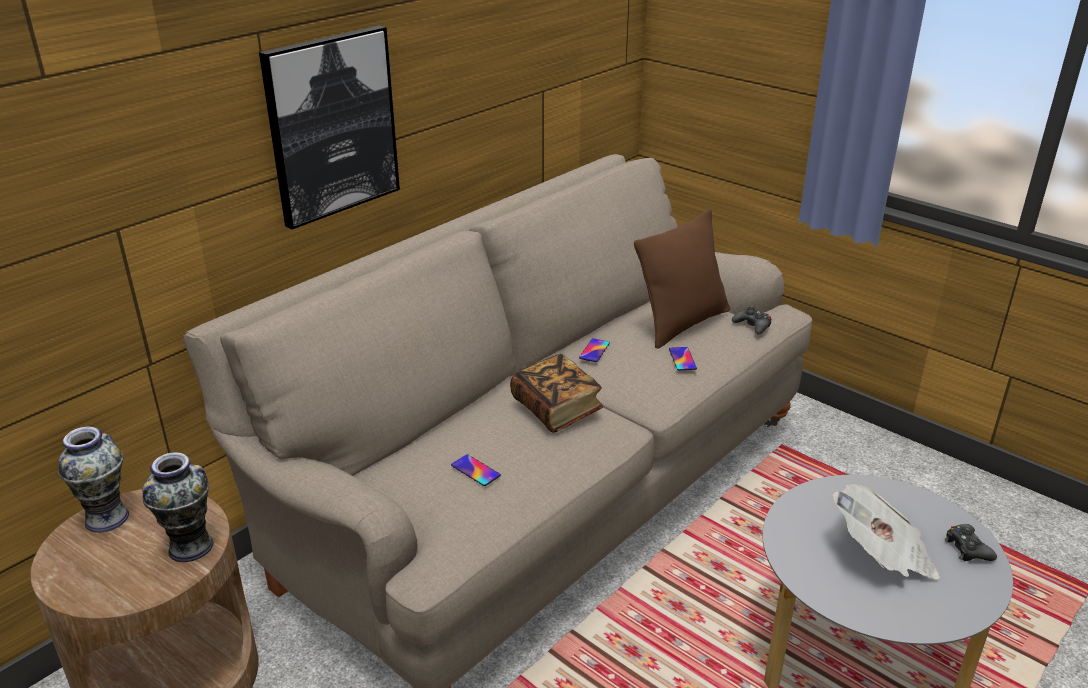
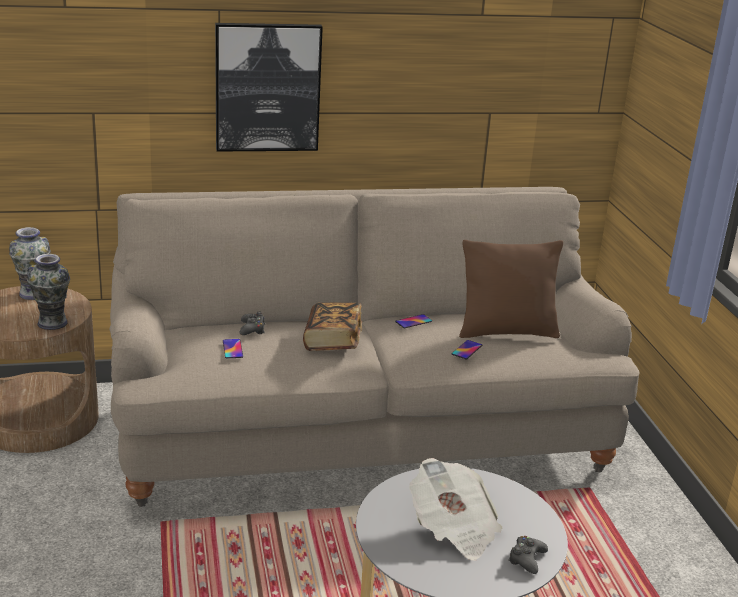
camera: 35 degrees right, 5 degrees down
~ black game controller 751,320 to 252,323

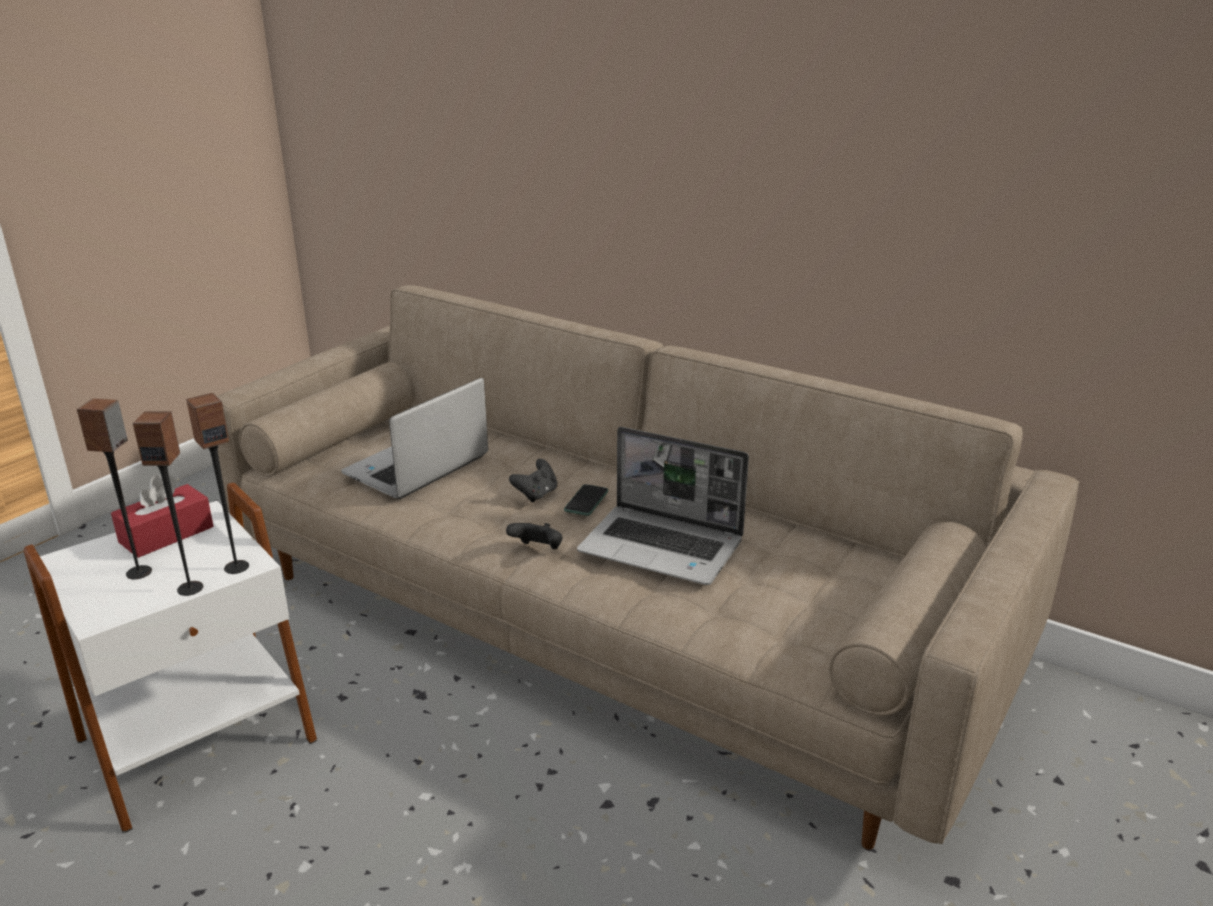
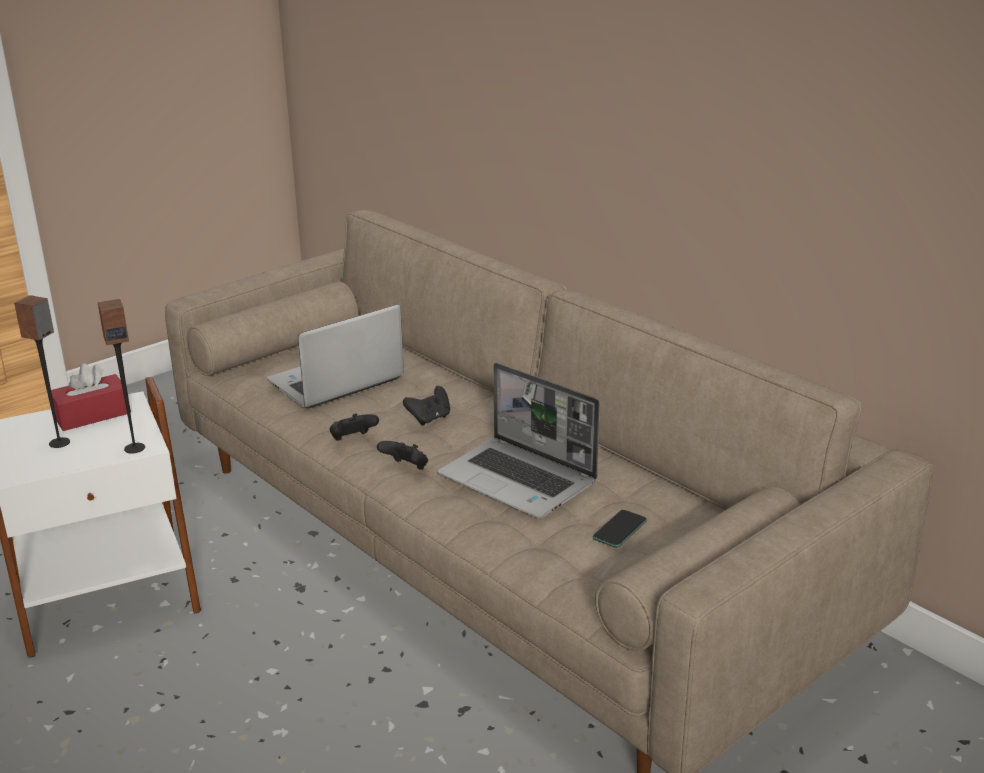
camera: 15 degrees right, 0 degrees up
- speaker 168,503
+ black game controller 354,427
~ phone 586,500 to 620,529

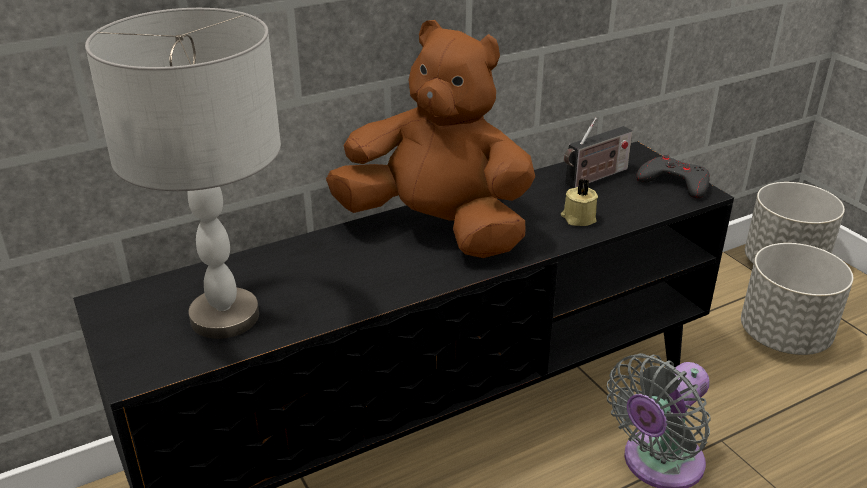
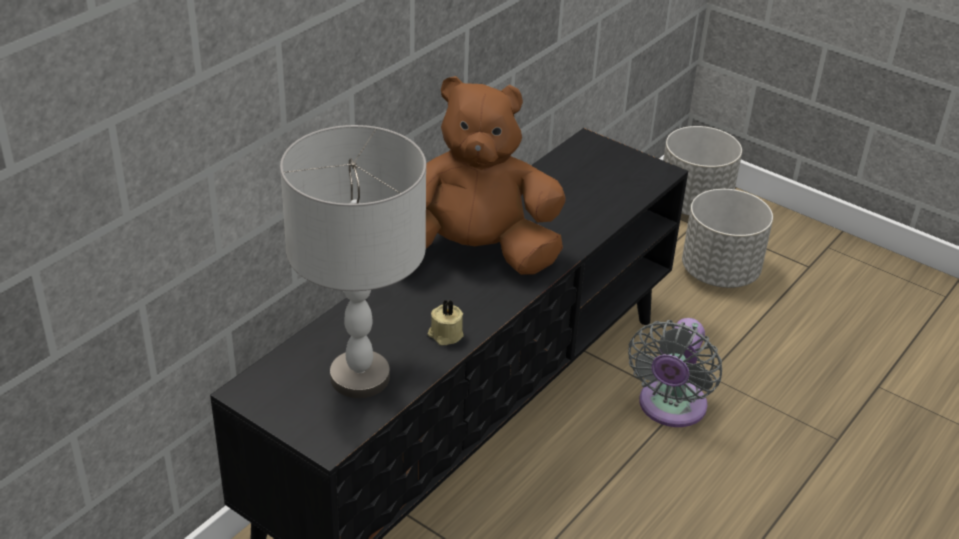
camera: 25 degrees left, 5 degrees up
- radio 598,152
- grey game controller 673,177
~ beige candle 579,202 to 446,322

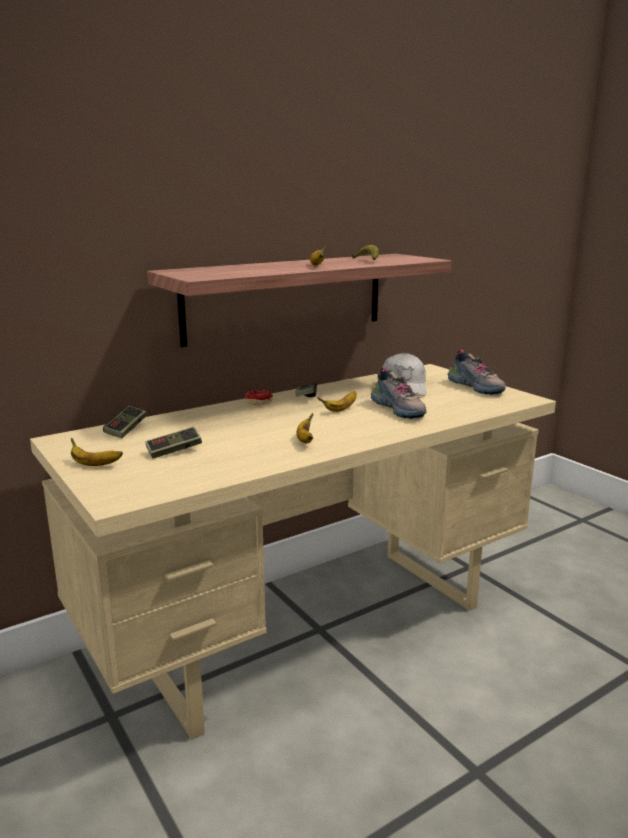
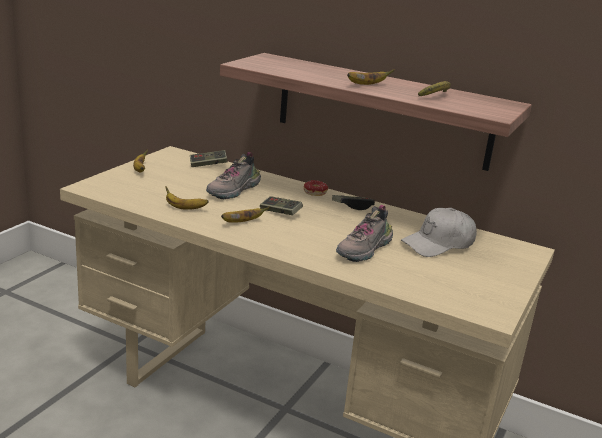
camera: 60 degrees right, 5 degrees up
~ game controller 173,443 to 281,205
~ banana 337,401 to 187,198
~ shoe 477,372 to 233,175

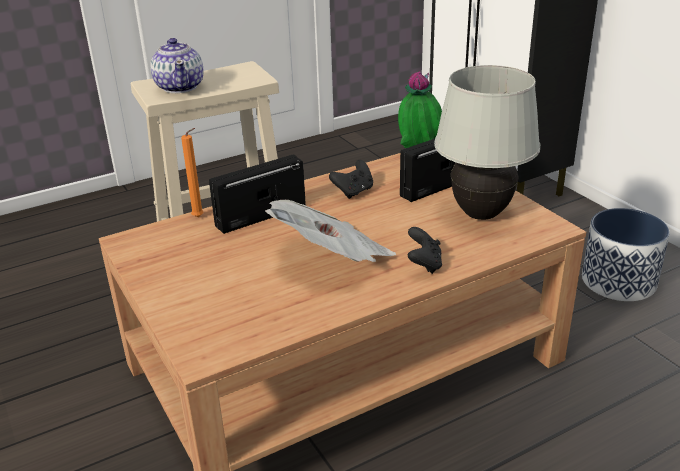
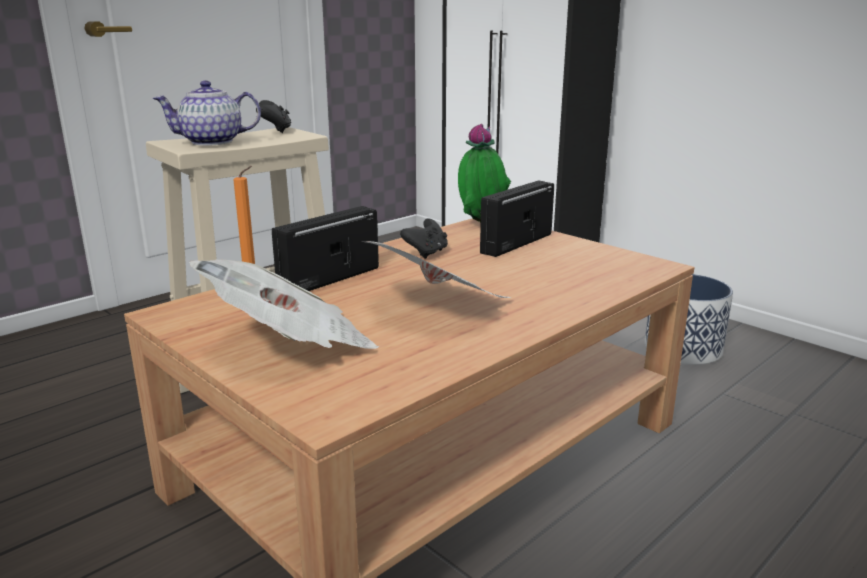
camera: 15 degrees left, 10 degrees down
- white table lamp 487,142
+ newspaper 284,304
~ black game controller 425,250 to 273,116
~ teapot 176,65 = 207,113 105 degrees clockwise

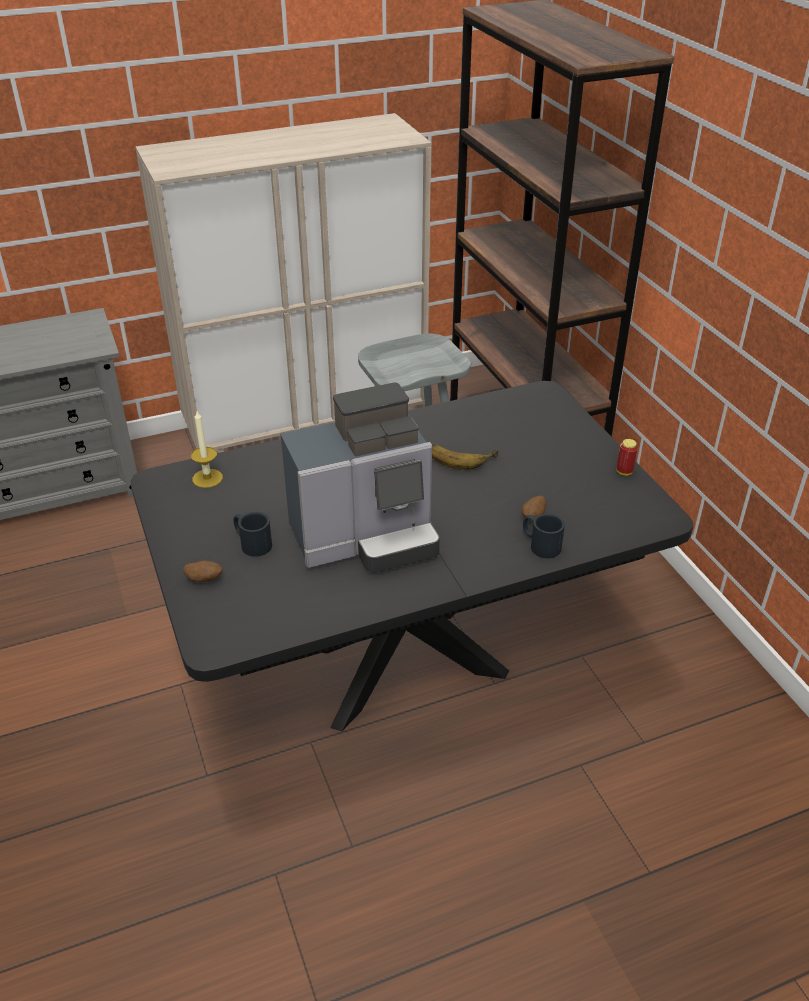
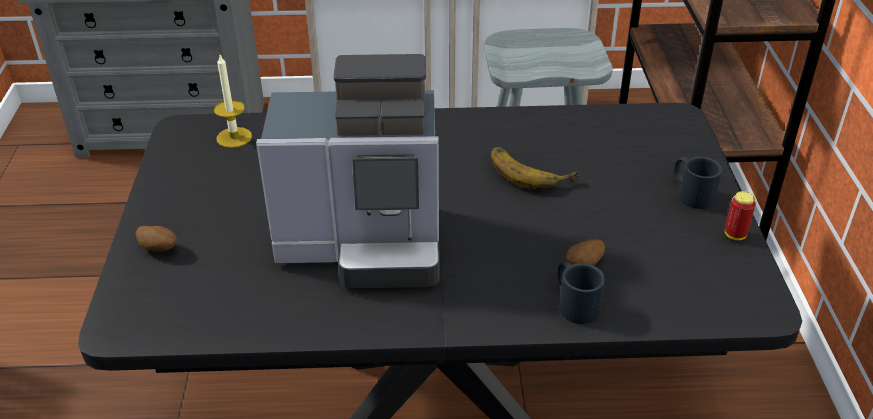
camera: 20 degrees right, 0 degrees up
~ black mug 252,534 to 699,182

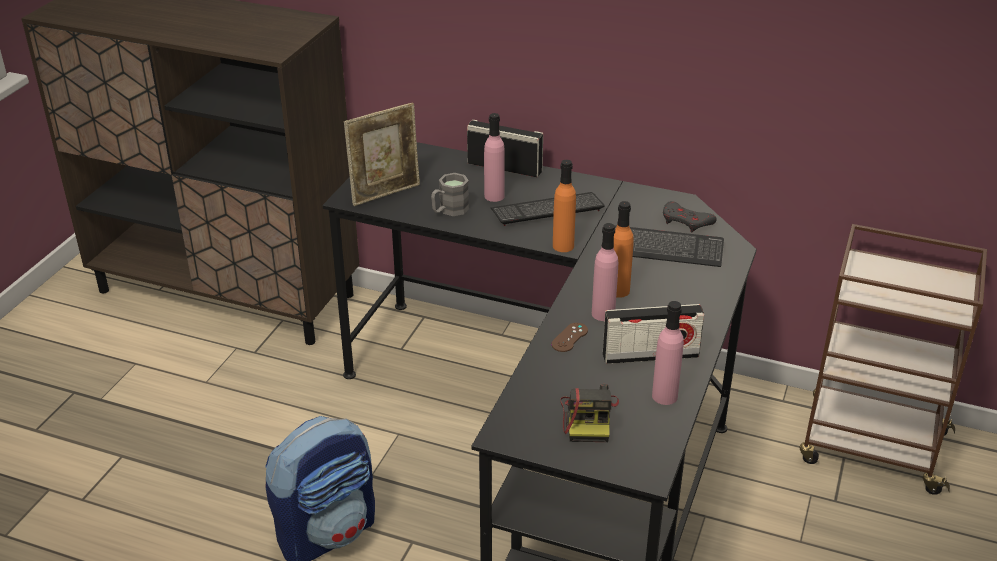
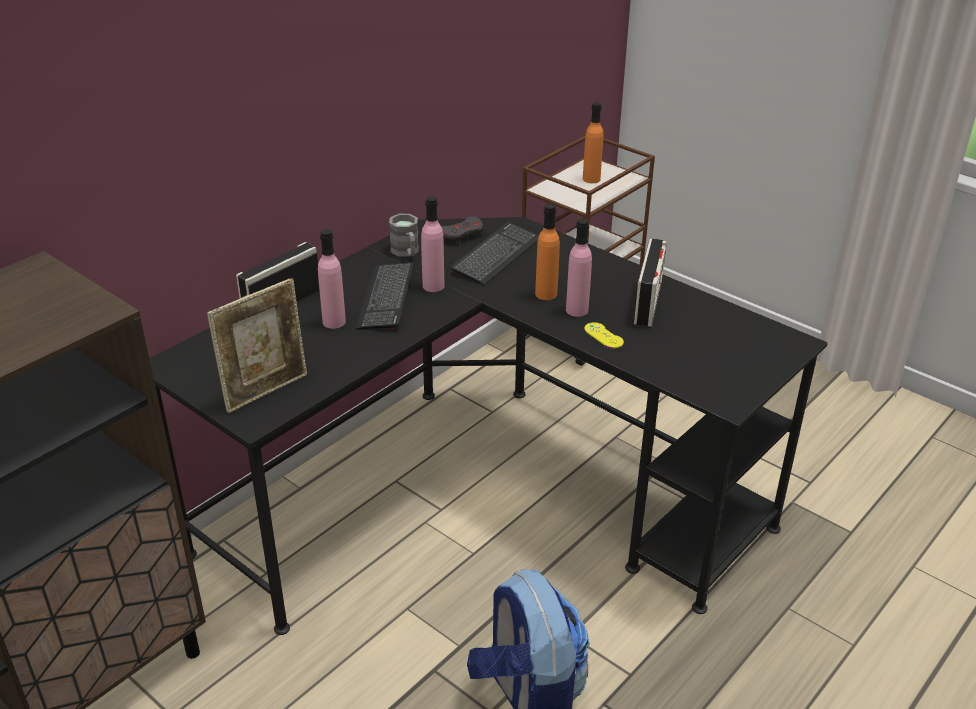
camera: 70 degrees left, 0 degrees up
- photo camera 589,413
~ grey mug 450,194 to 404,235
~ orange bottle 564,206 to 593,142
~ pink bottle 668,353 to 433,244
~ brown game controller 569,337 to yellow game controller 604,335
~ picture frame 382,154 = 257,345 60 degrees clockwise

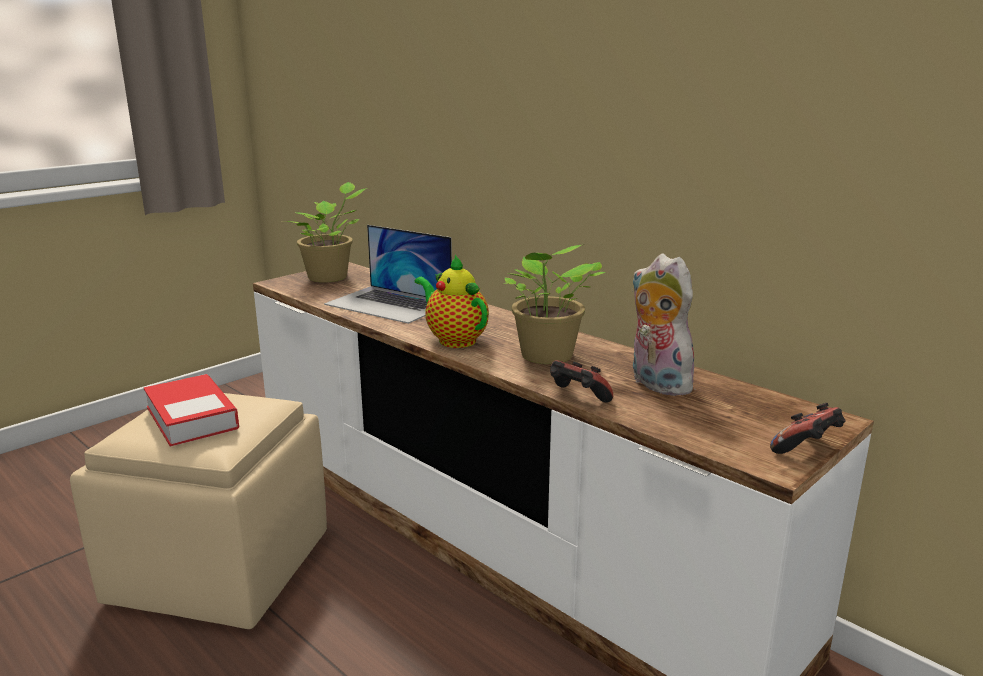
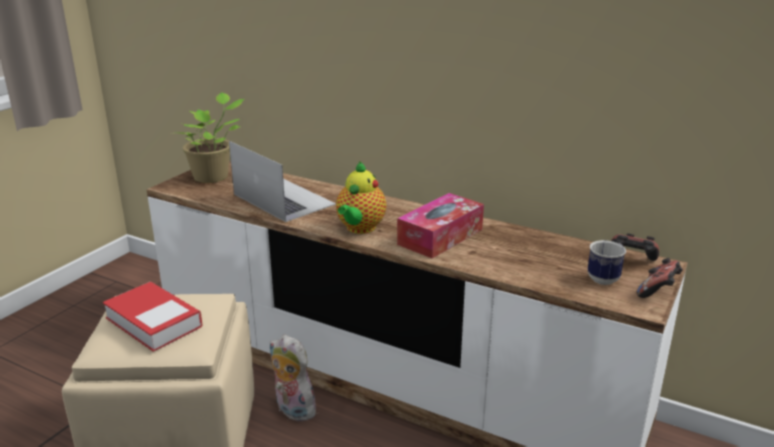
camera: 15 degrees left, 5 degrees up
+ mug 607,262
~ game controller 581,381 to 635,247
~ plush toy 666,325 to 293,378
~ potted plant 554,304 to tissue box 440,226
~ laptop 388,274 = 282,181 150 degrees counterclockwise
~ teapot 451,301 = 361,197 105 degrees counterclockwise

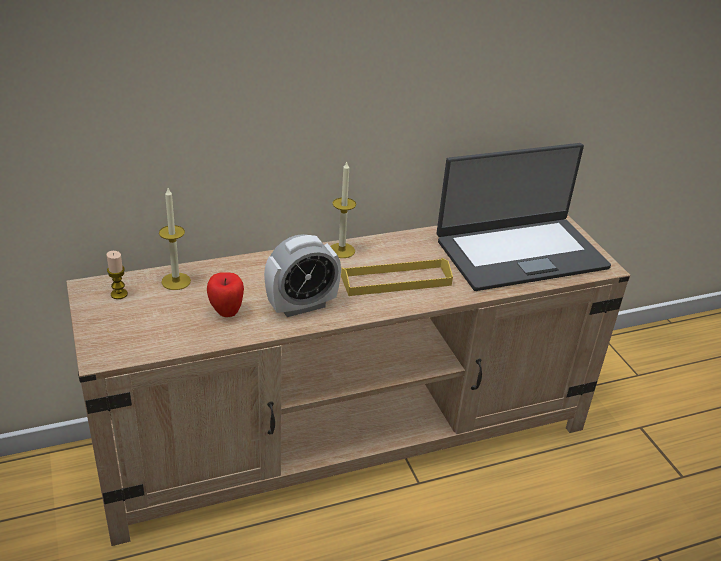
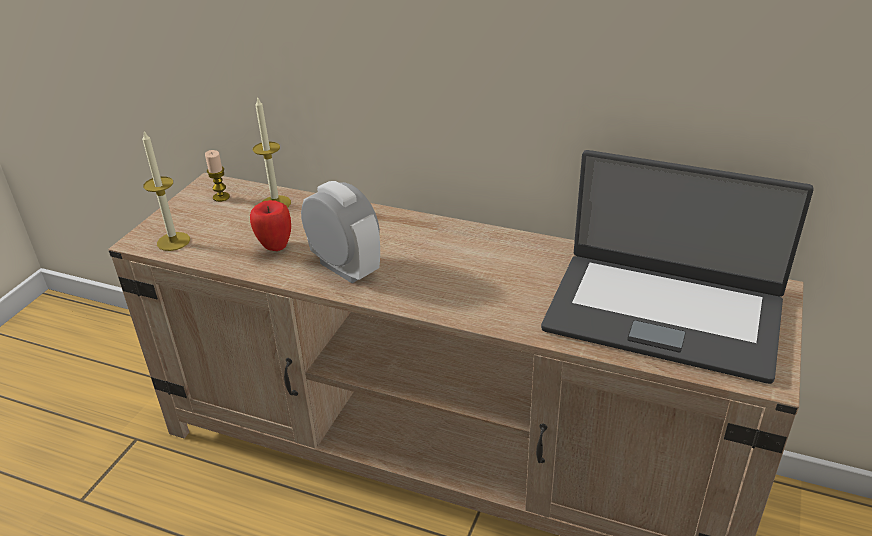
camera: 45 degrees right, 0 degrees up
- yellow tray 397,277
~ candle 343,210 to 166,191
~ alarm clock 302,275 = 340,232 150 degrees counterclockwise

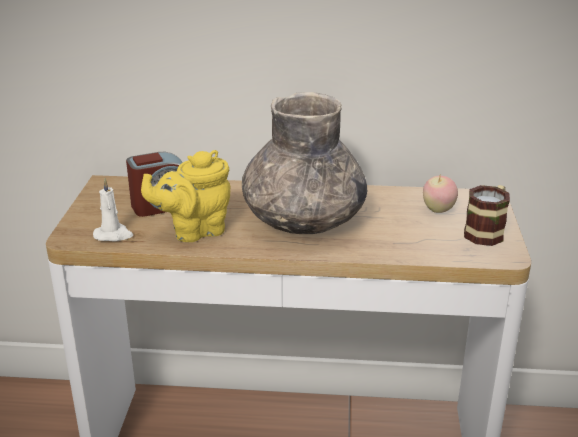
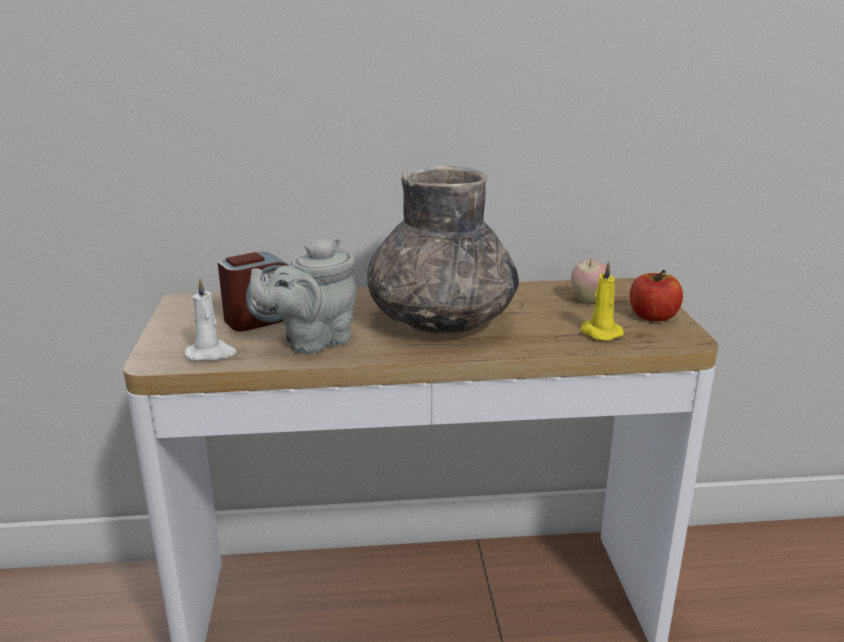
camera: 10 degrees left, 5 degrees down
+ yellow candle 602,301
~ mug 487,215 to apple 656,295
~ yellow teapot 185,196 to grey teapot 302,295

